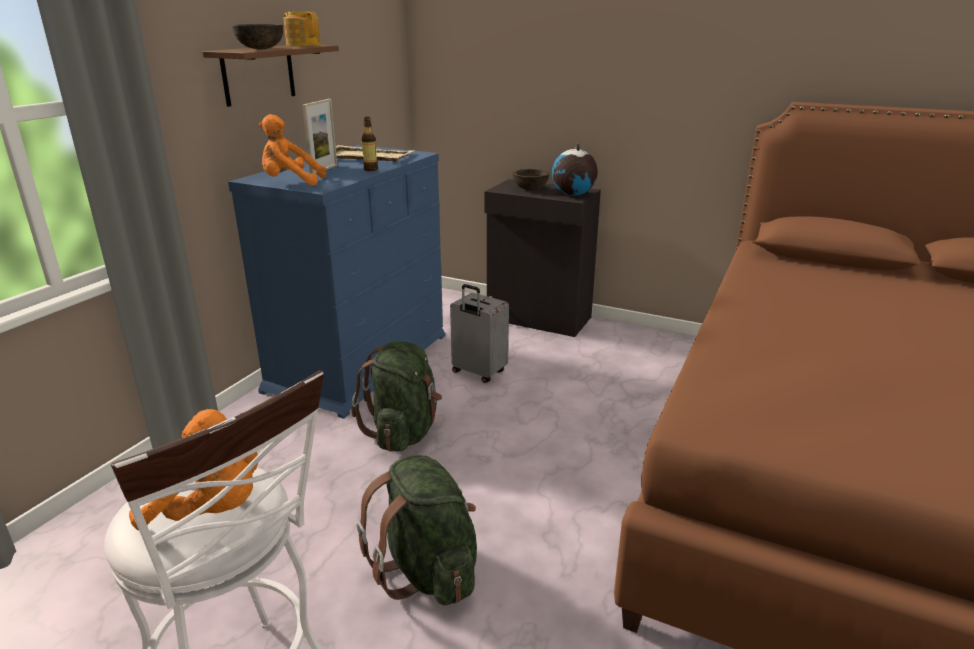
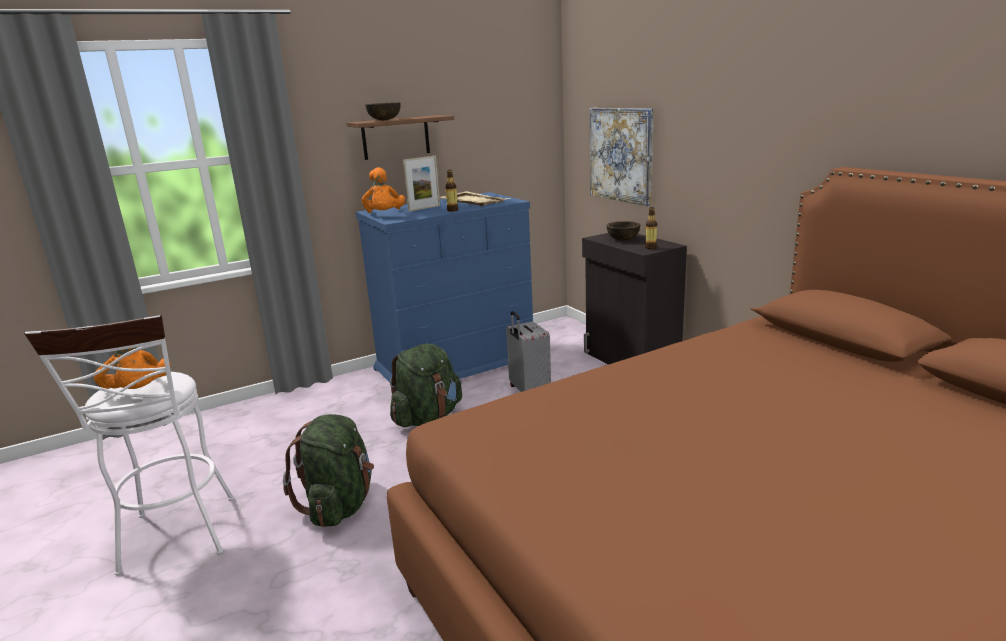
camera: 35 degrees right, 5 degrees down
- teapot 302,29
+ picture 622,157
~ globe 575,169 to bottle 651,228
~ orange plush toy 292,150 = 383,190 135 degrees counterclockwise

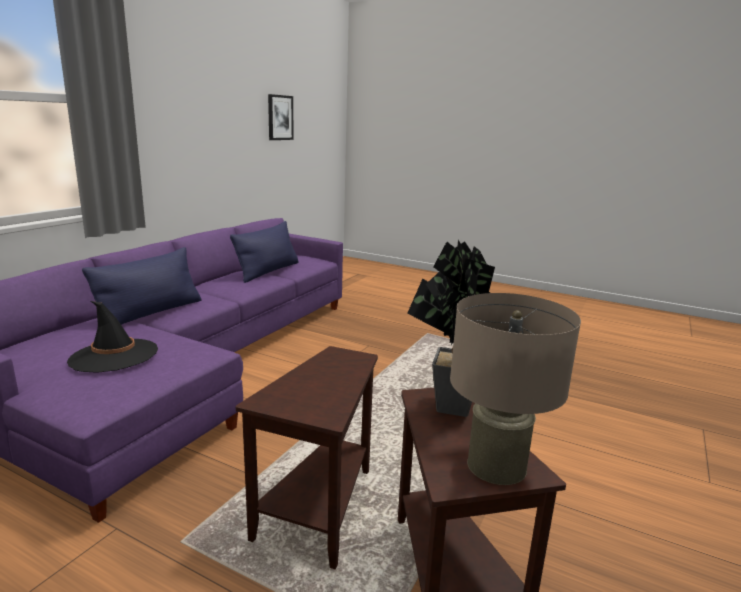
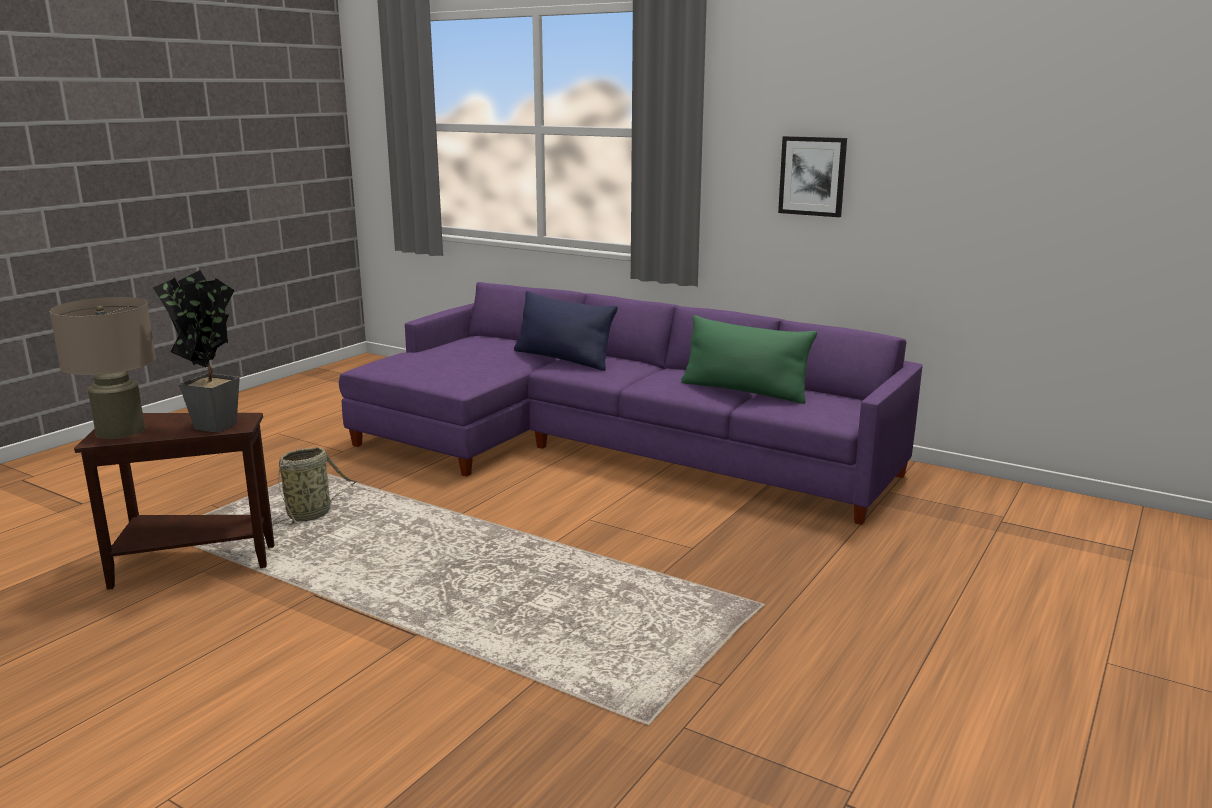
camera: 95 degrees right, 0 degrees up
- black hat 112,337
~ picture 281,117 to 812,176
~ brown side table 306,457 to basket 314,487
~ blue pillow 264,252 to green pillow 749,359

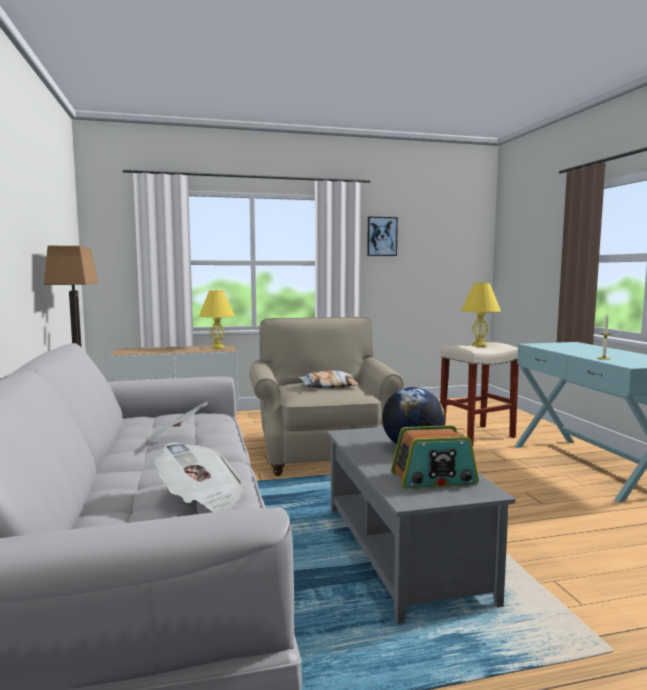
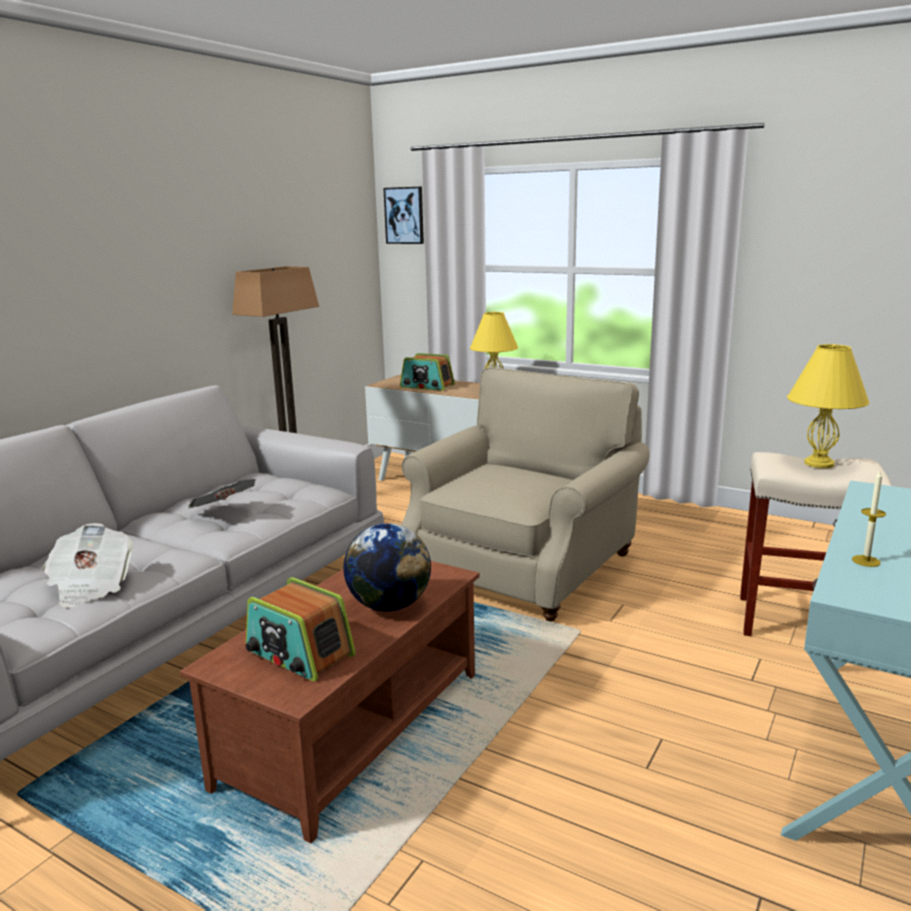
camera: 45 degrees right, 10 degrees up
- pillow 328,379
+ radio 427,372
~ picture 382,236 to 403,215
~ grey coffee table 421,525 to brown coffee table 329,702

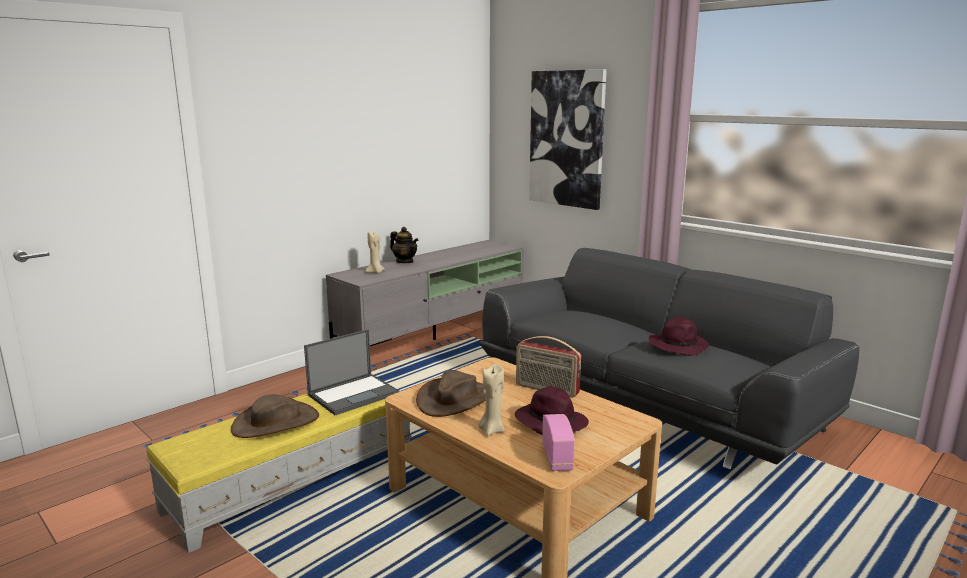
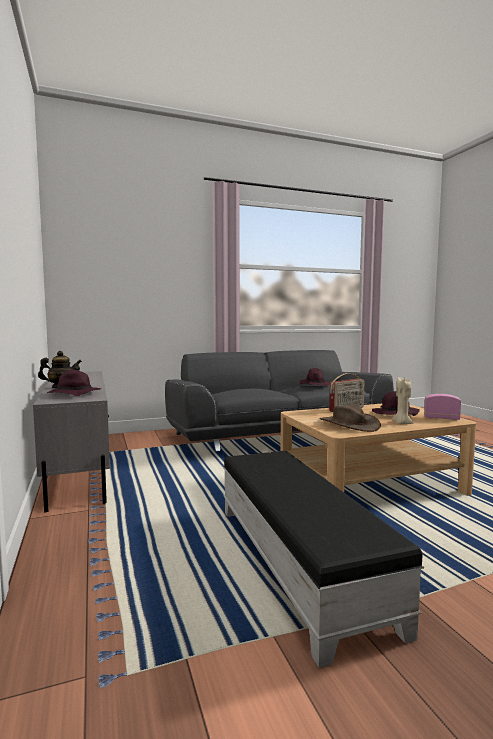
camera: 65 degrees left, 10 degrees down
- brown hat 275,416
- laptop 352,372
- picture 568,139
~ beige candle 375,252 to purple hat 74,383
~ yellow ottoman 279,473 to black ottoman 323,559

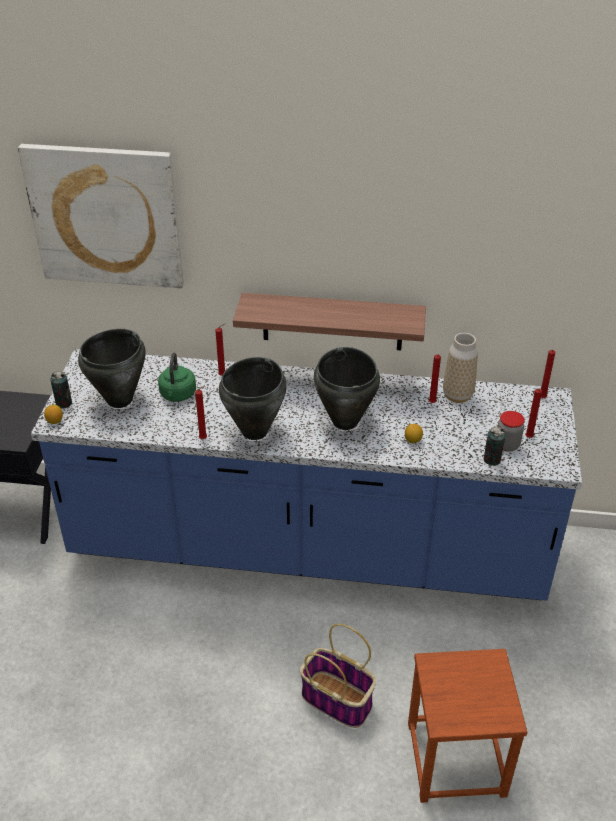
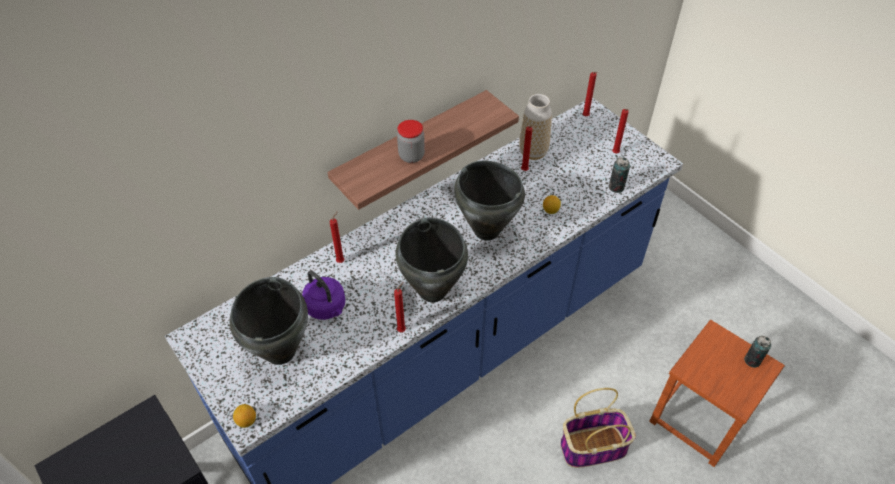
camera: 45 degrees left, 10 degrees up
- picture 101,216
~ can 61,390 to 757,352
~ jar 511,431 to 411,141
~ green kettle 177,377 to purple kettle 323,295

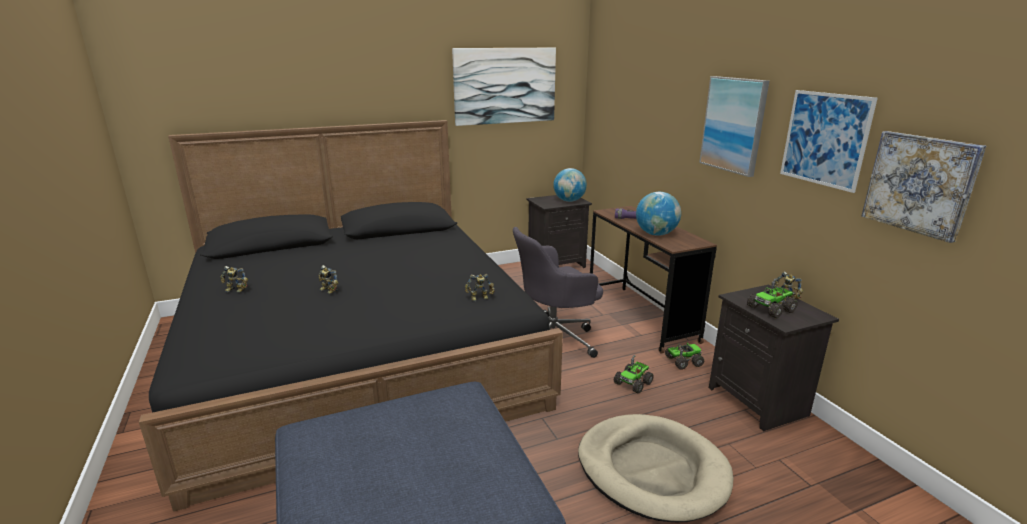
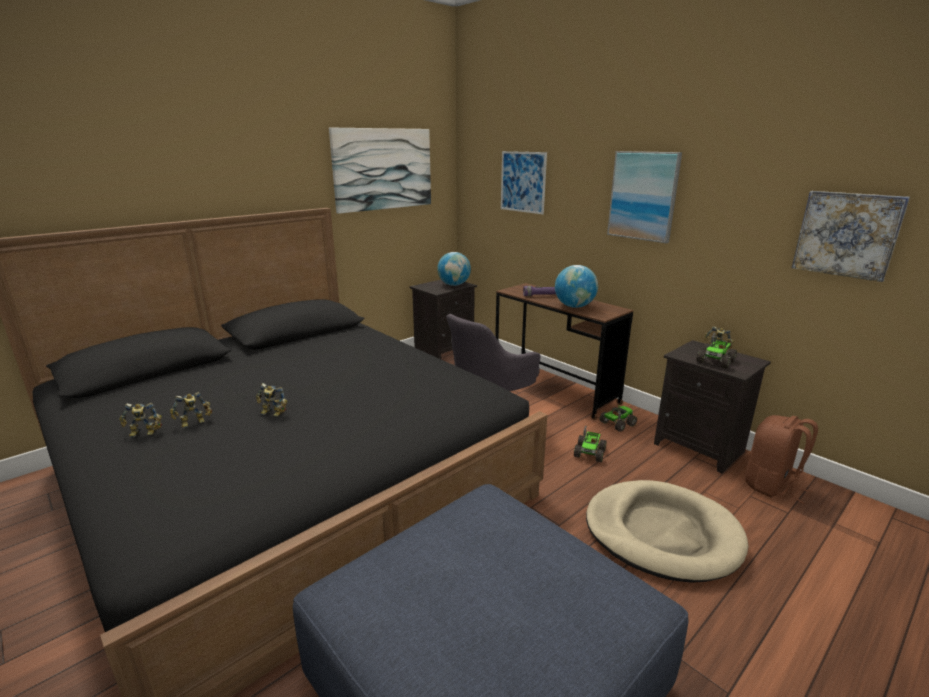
camera: 20 degrees left, 0 degrees up
+ brown backpack 781,459
~ toy robot 480,287 to 191,410
~ picture 829,141 to 524,182

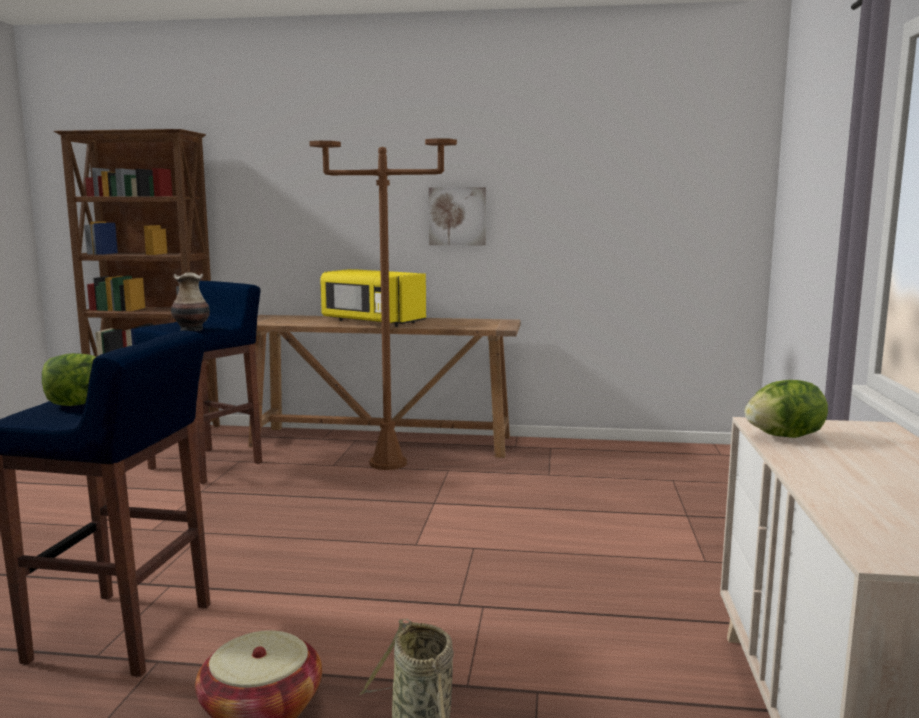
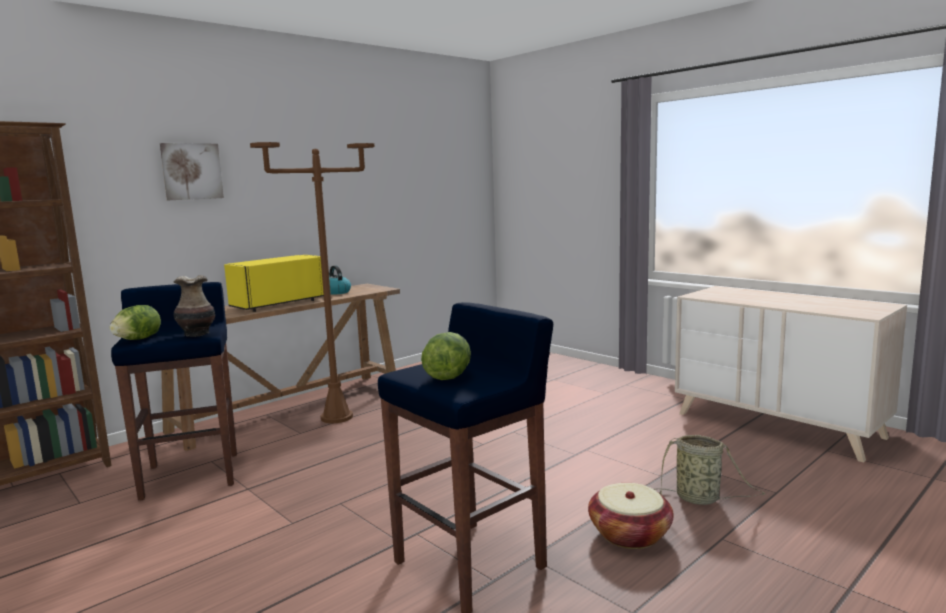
camera: 50 degrees left, 0 degrees up
+ kettle 340,280
~ picture 457,216 to 192,171
~ lettuce 786,409 to 135,322
~ yellow microwave 373,298 = 274,283 150 degrees clockwise

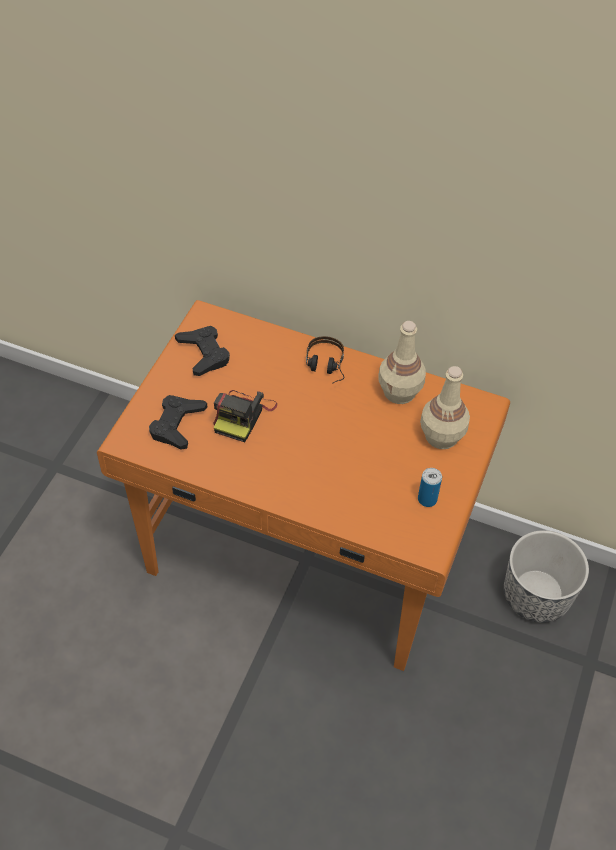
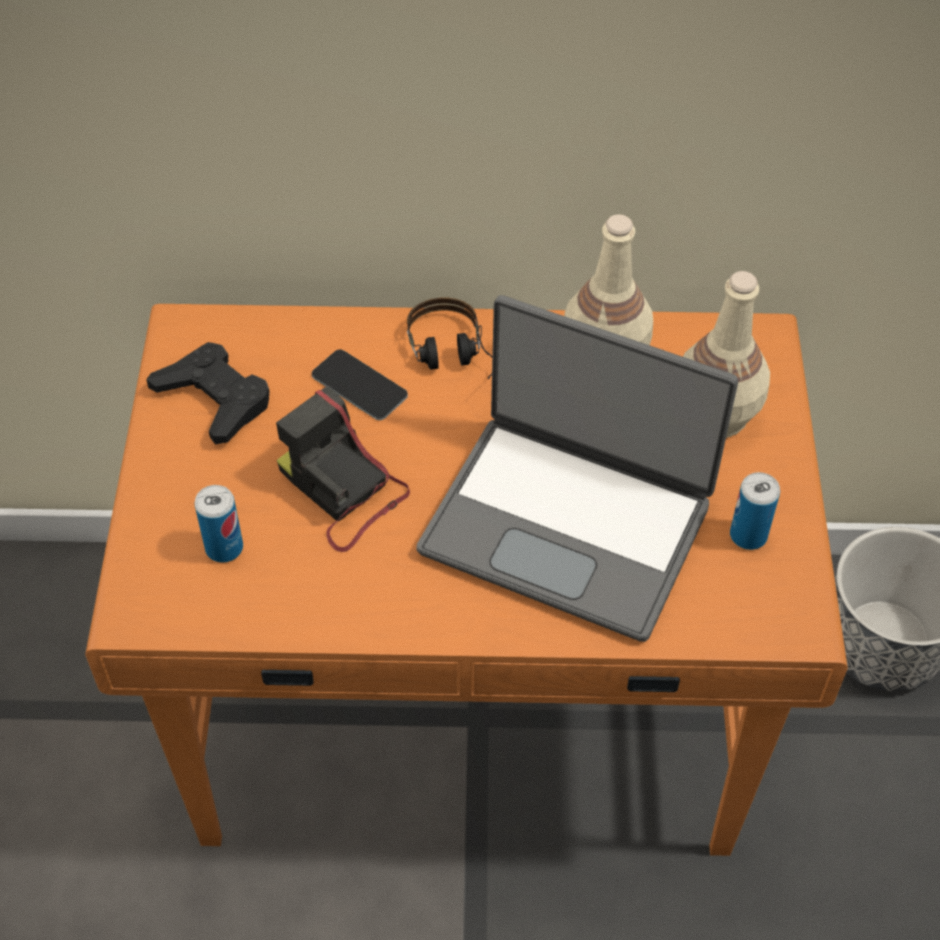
camera: 20 degrees left, 0 degrees up
+ phone 360,385
+ laptop 577,468
~ black game controller 178,422 to can 219,524
~ photo camera 245,416 = 343,469 135 degrees clockwise

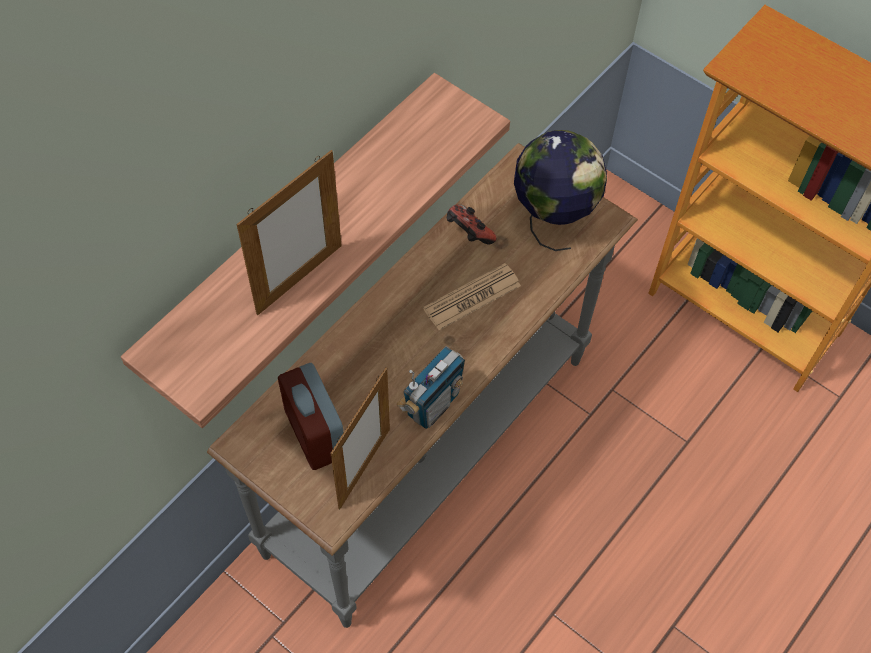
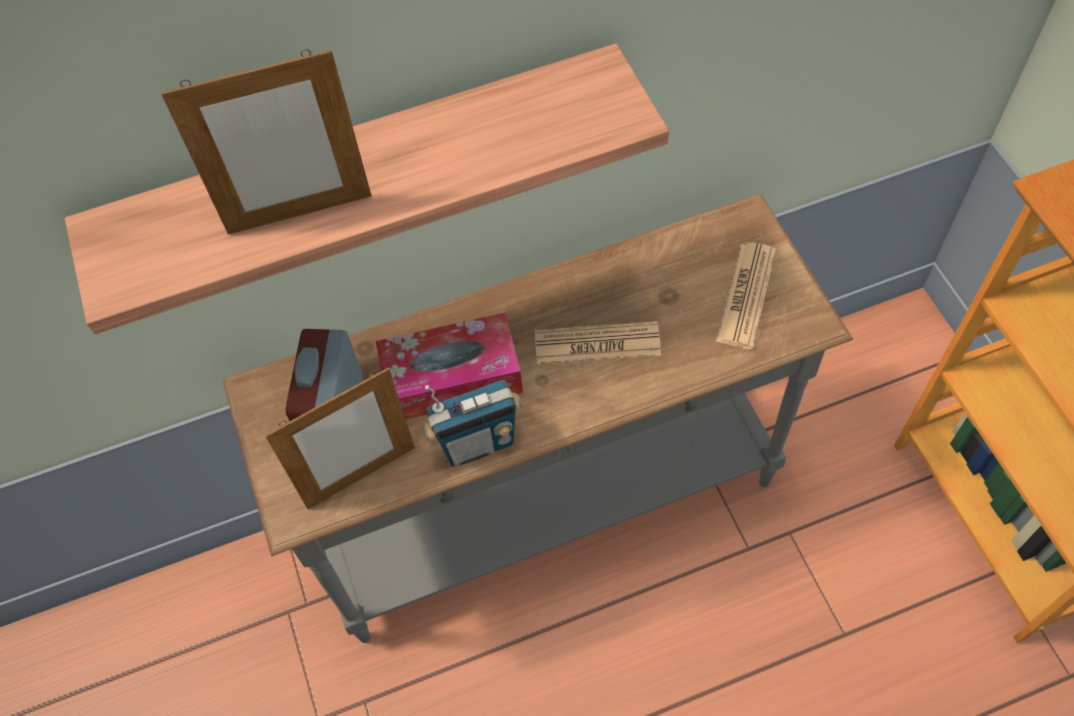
camera: 35 degrees right, 0 degrees up
- game controller 472,224
+ tissue box 449,366
~ globe 560,190 to newspaper 746,295

